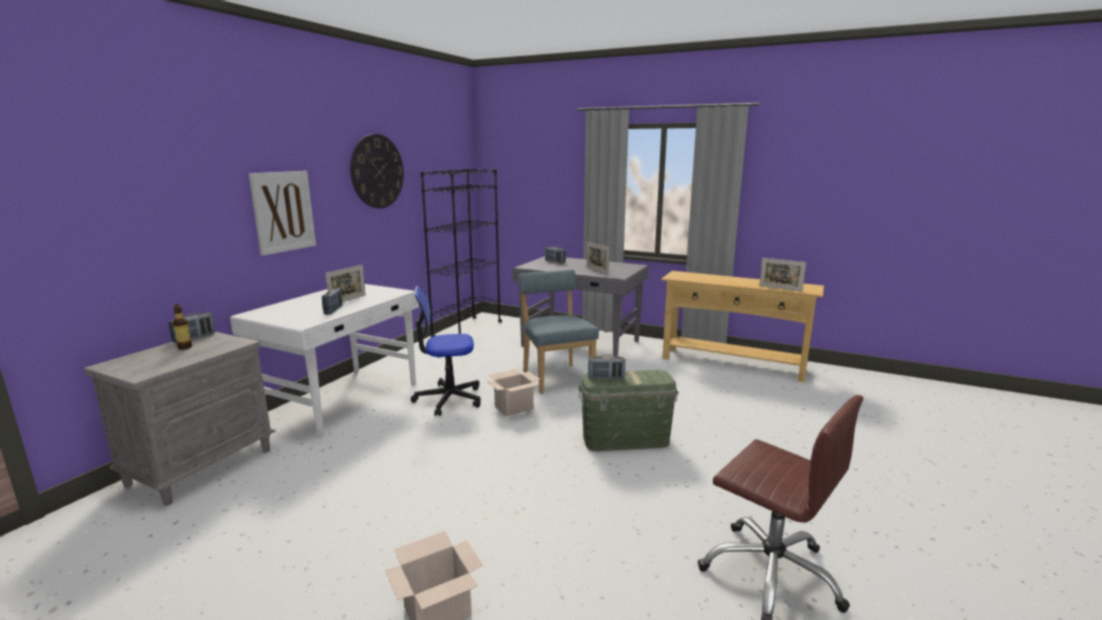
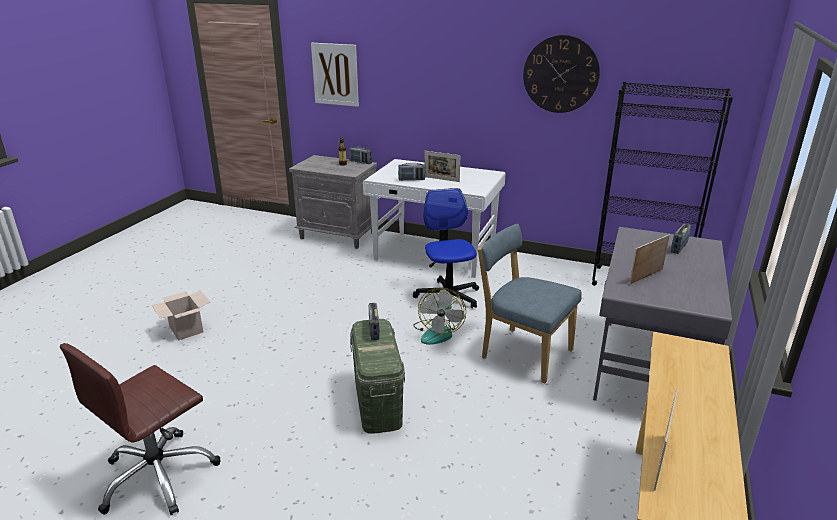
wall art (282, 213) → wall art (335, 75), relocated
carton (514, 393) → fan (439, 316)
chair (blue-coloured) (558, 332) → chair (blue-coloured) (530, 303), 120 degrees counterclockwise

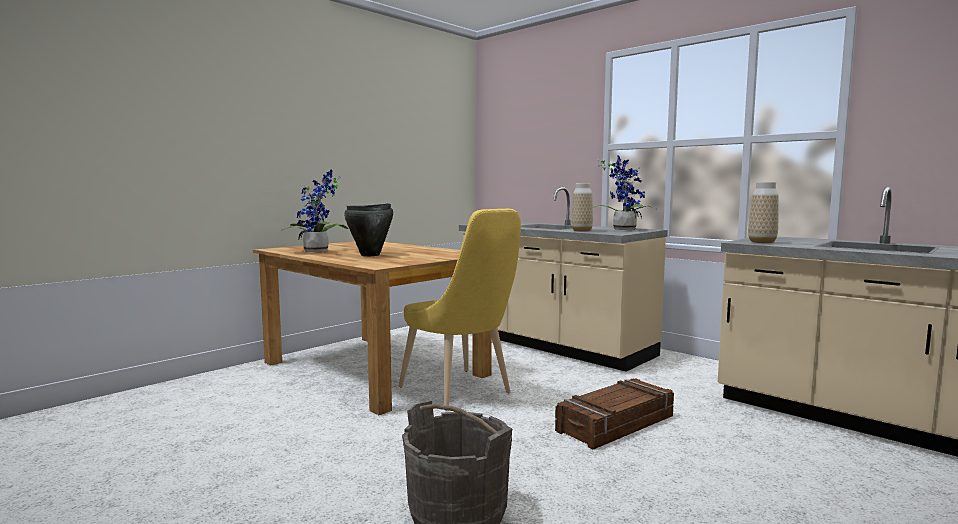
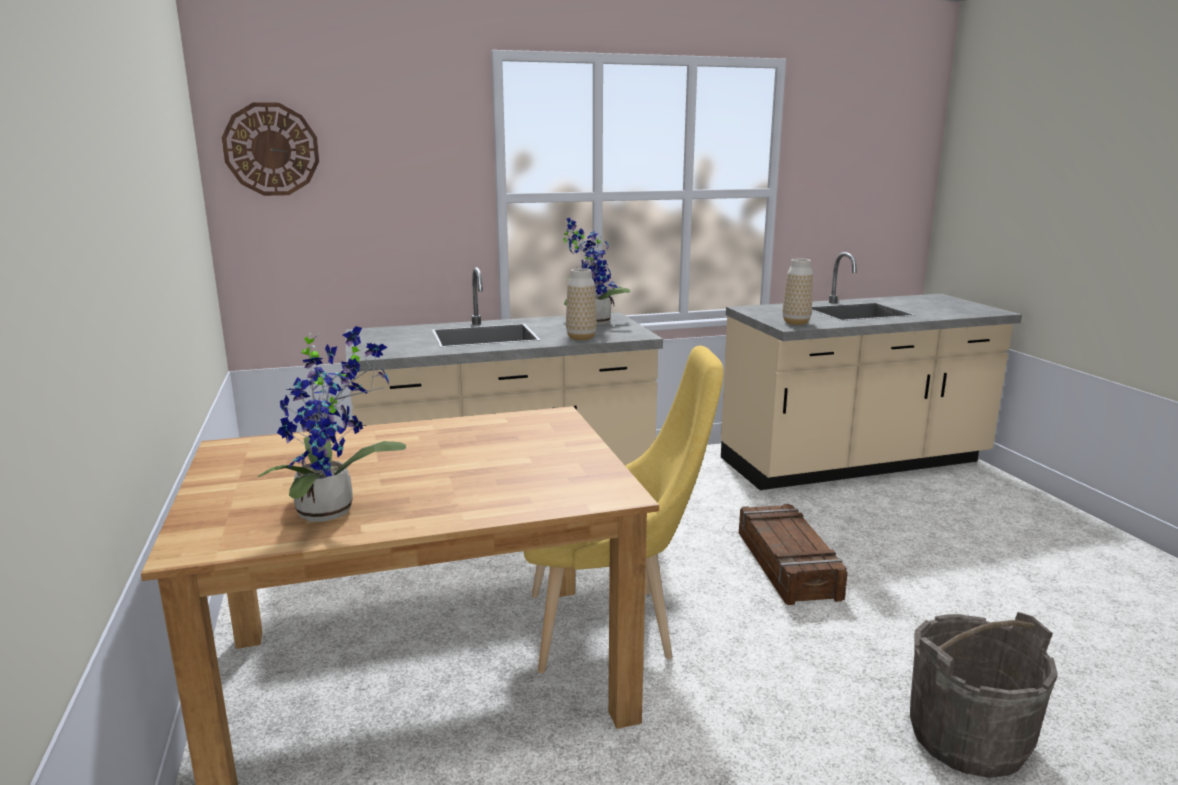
cooking pot (black) (368, 229) → -
- → clock on the wall (270, 149)

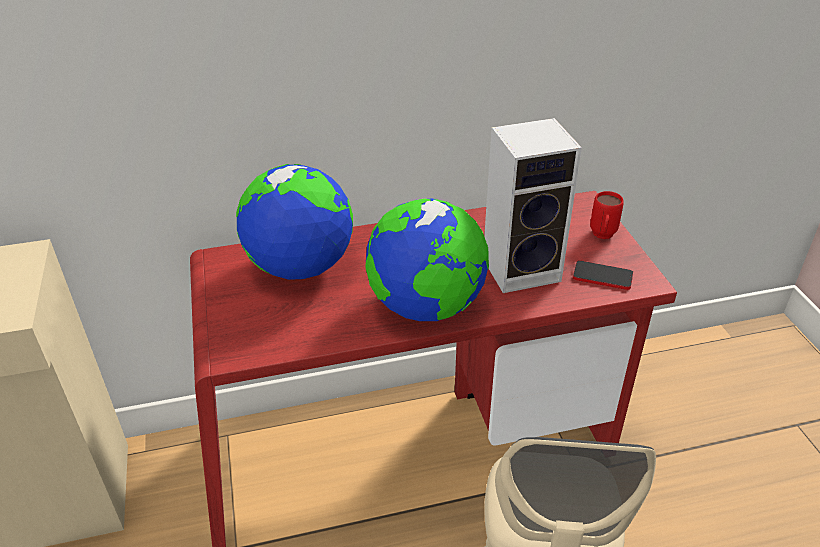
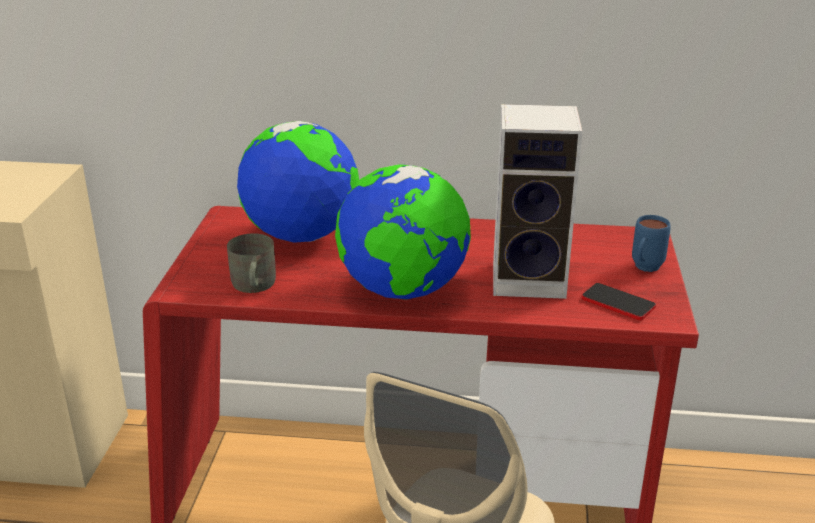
coffee mug (reddish) (607, 215) → coffee mug (blue-coloured) (651, 243)
- → coffee mug (gray) (251, 263)

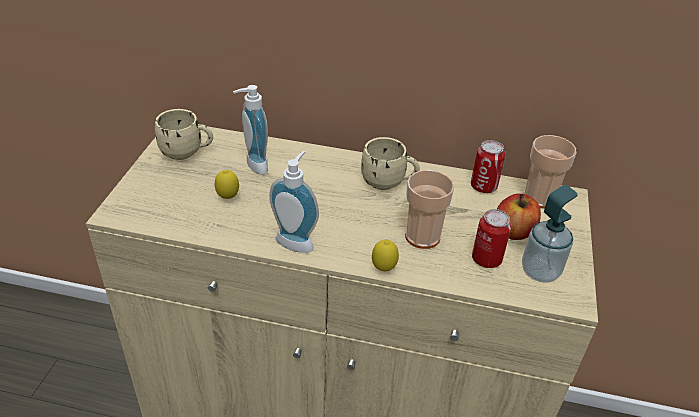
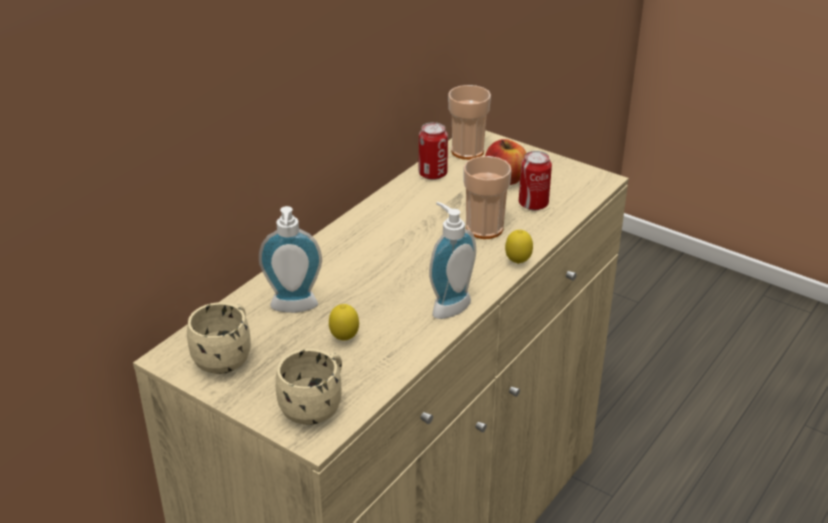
coffee mug (beige) (390, 163) → coffee mug (beige) (309, 387), relocated
liquid soap bottle (550, 234) → -

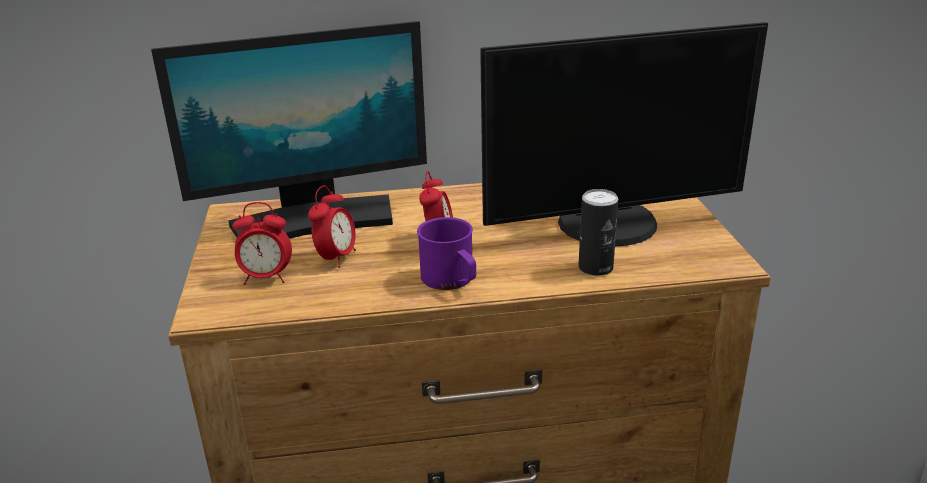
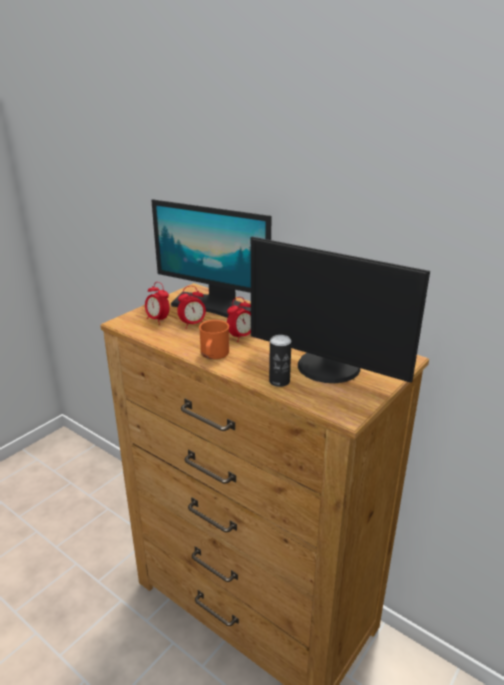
coffee mug (purplish) (446, 253) → coffee mug (orangey) (214, 339)

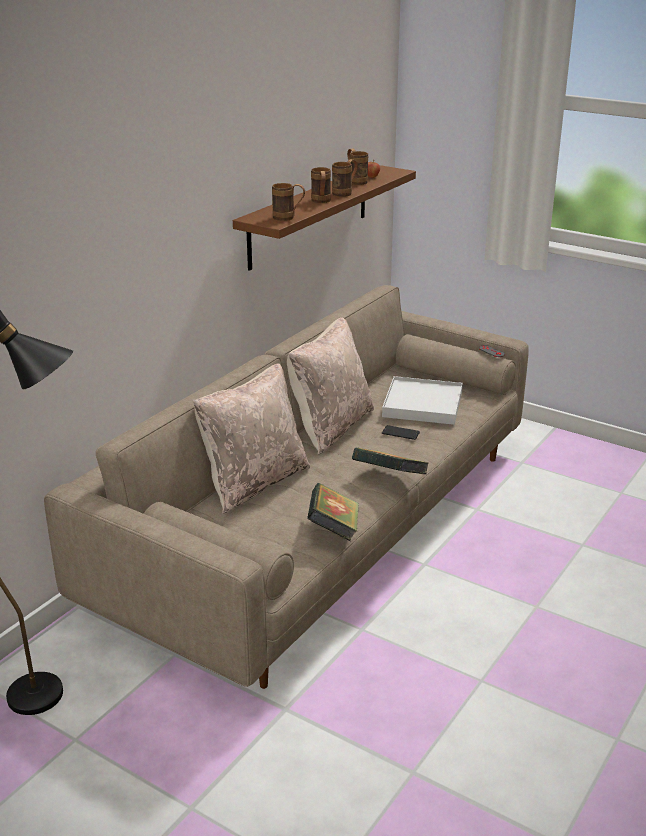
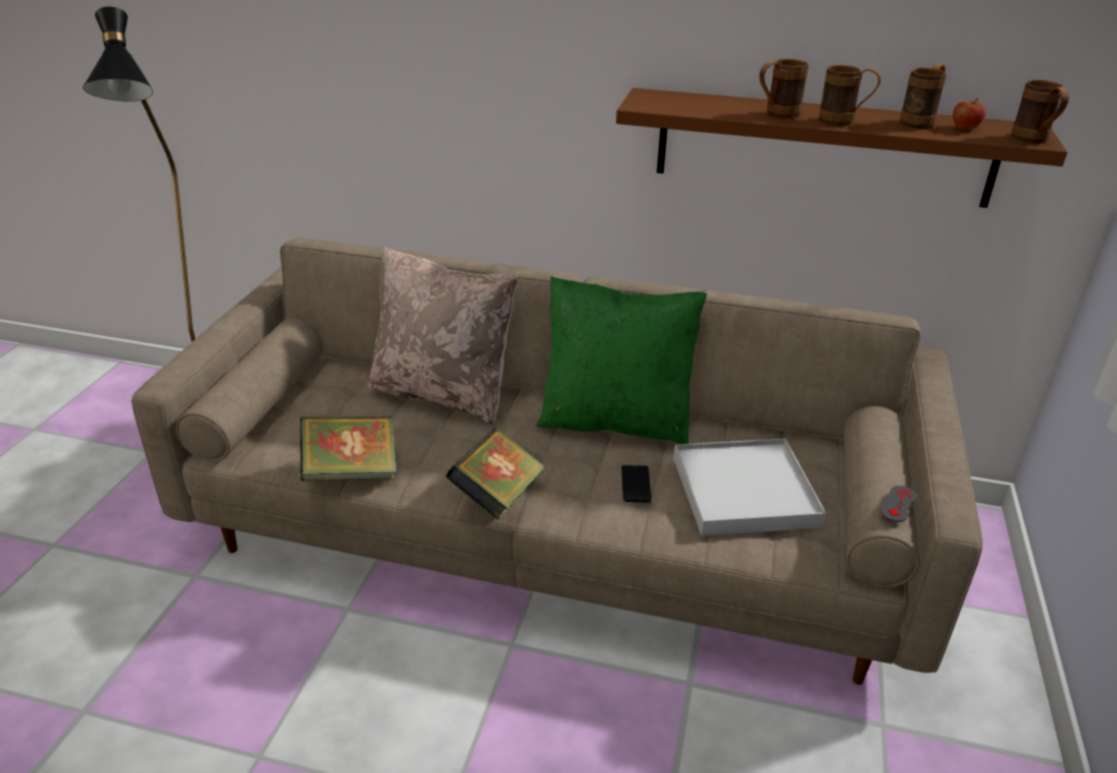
coffee mug (brownish) (288, 202) → coffee mug (brownish) (1040, 112), relocated
cushion (beige) (330, 386) → cushion (green-coloured) (621, 360)

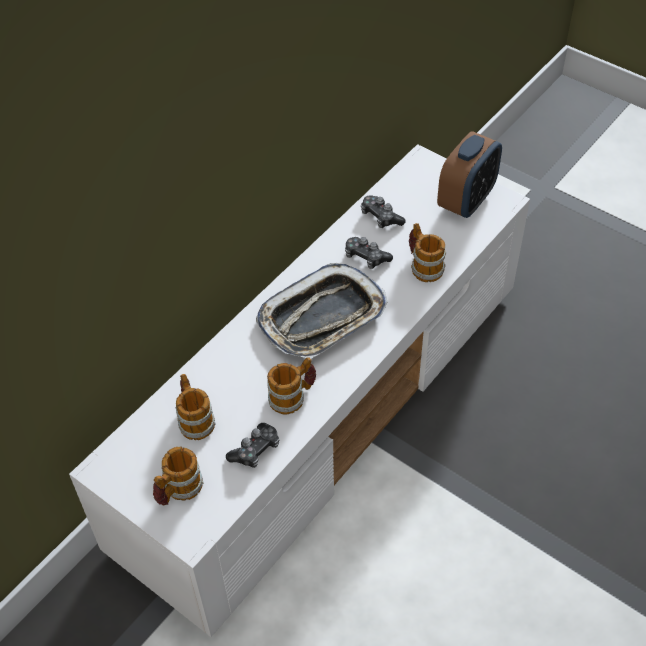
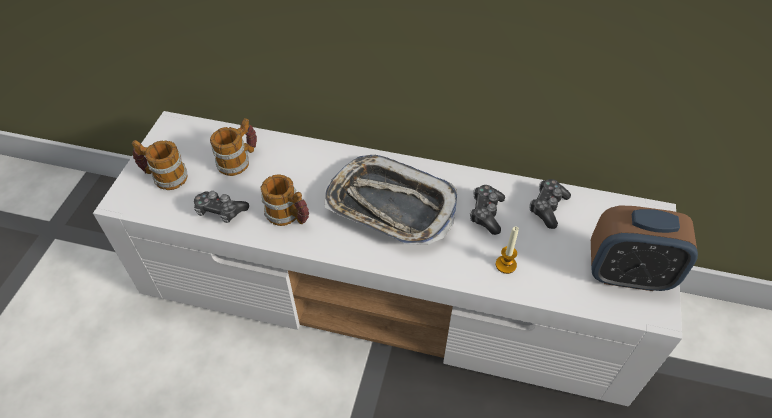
coffee mug (427, 252) → candle (507, 250)

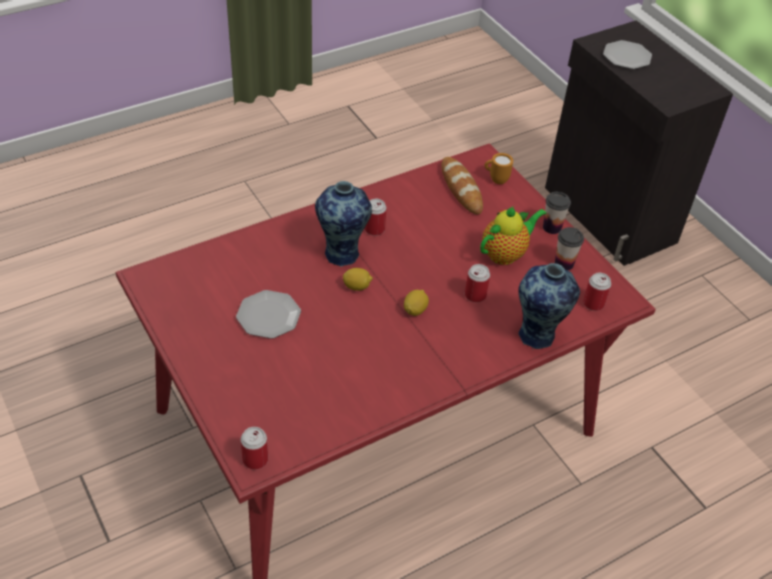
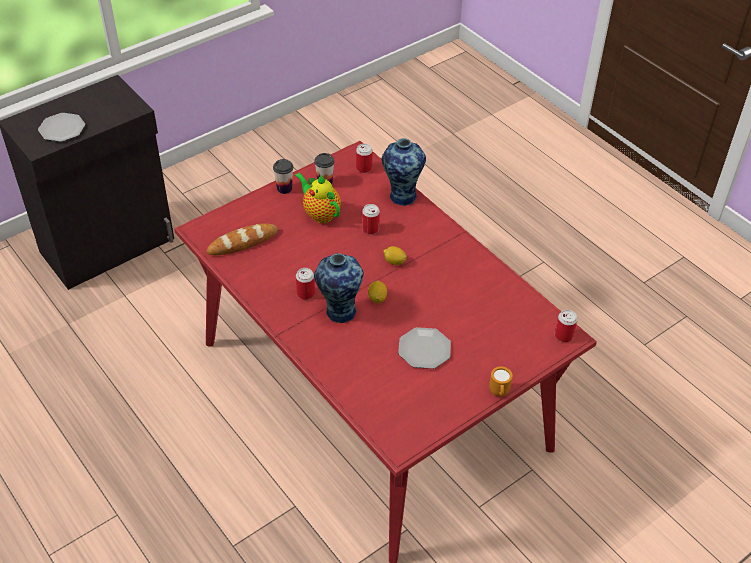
coffee mug (orangey) (499, 168) → coffee mug (orangey) (501, 381), relocated

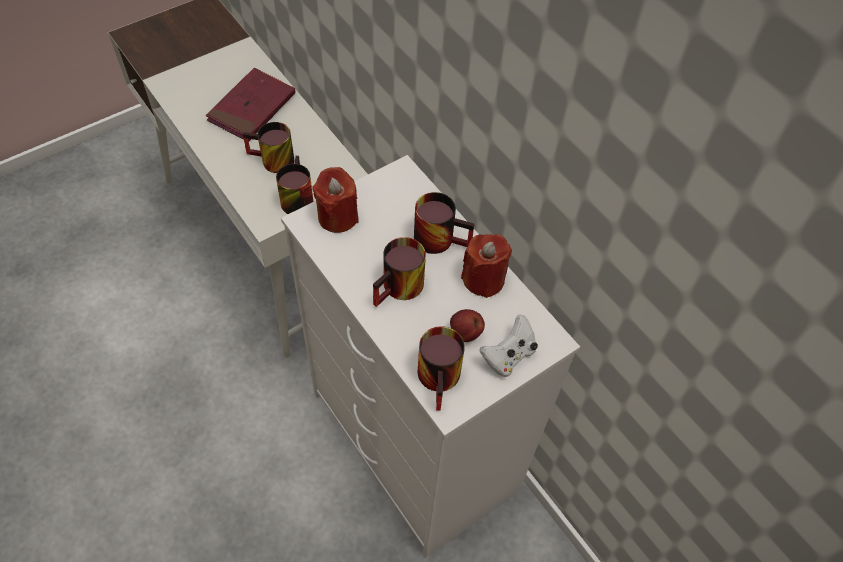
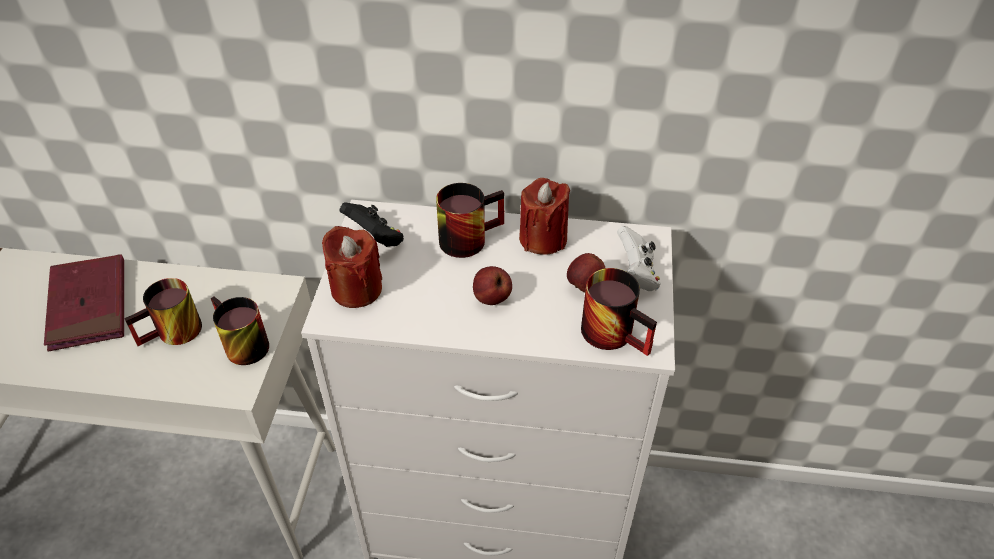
coffee mug (399, 272) → whole apple (492, 285)
- → gamepad (black) (371, 225)

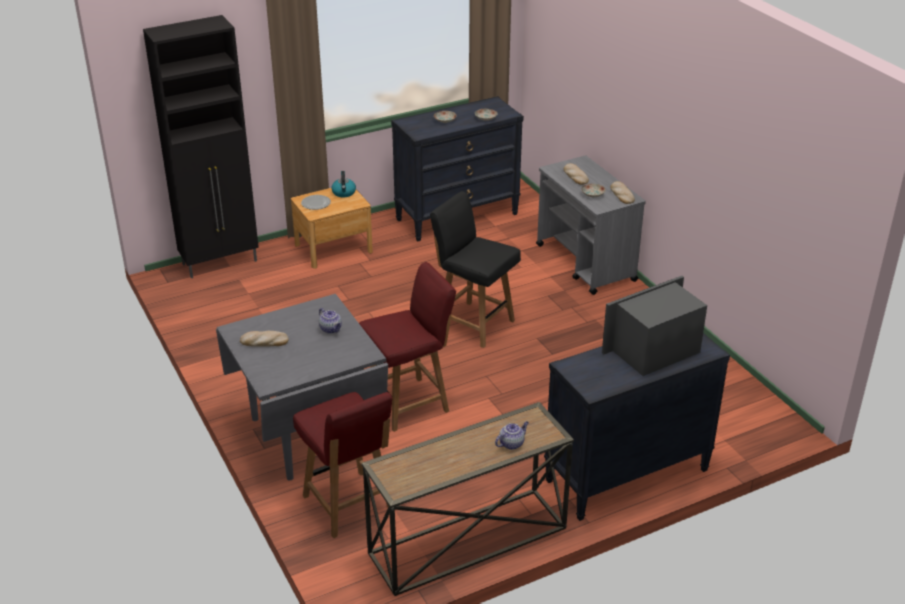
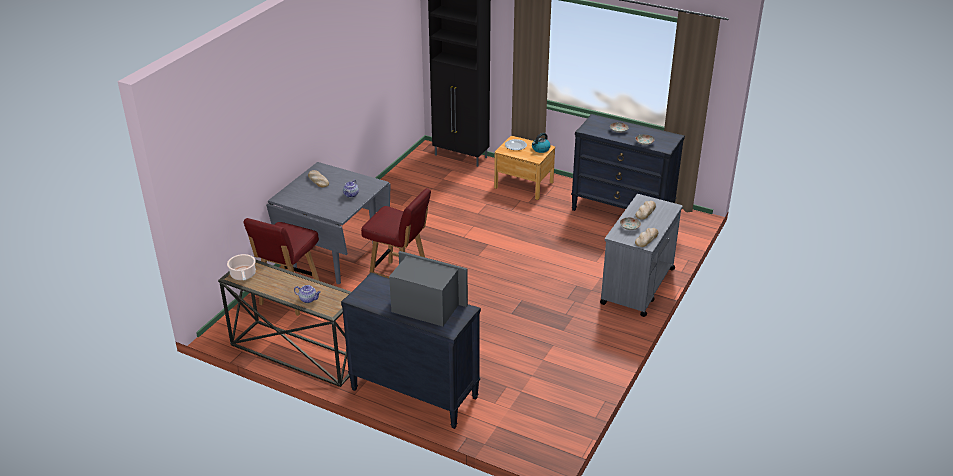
chair (black) (475, 269) → -
- → cooking pot (241, 267)

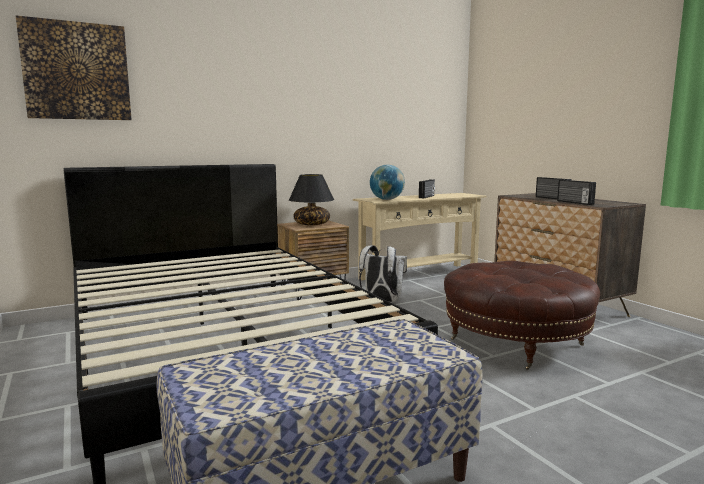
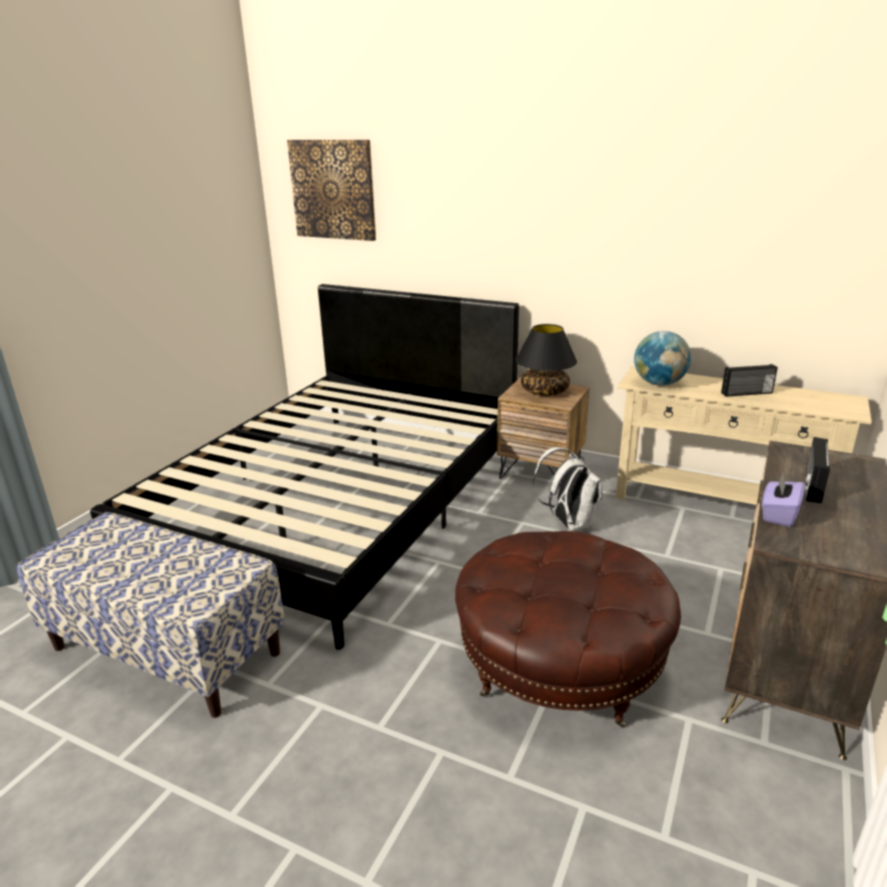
radio (576, 192) → box of tissues (purplish) (783, 500)

